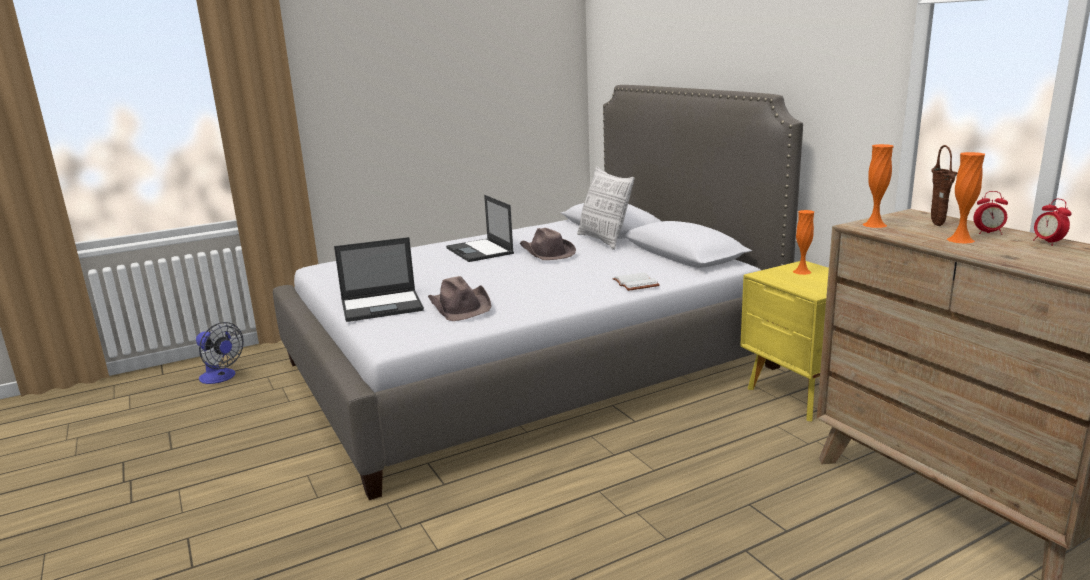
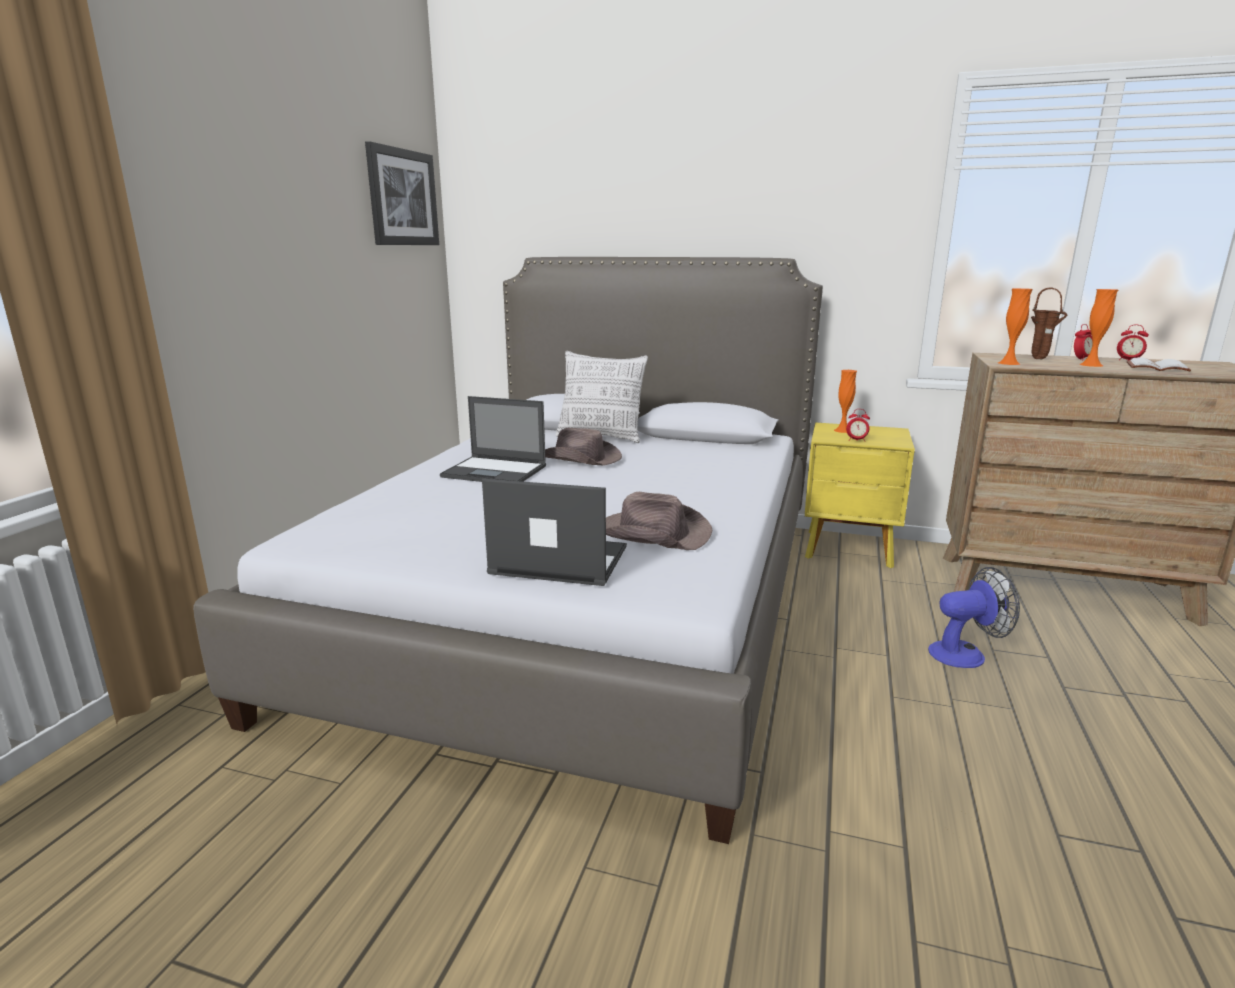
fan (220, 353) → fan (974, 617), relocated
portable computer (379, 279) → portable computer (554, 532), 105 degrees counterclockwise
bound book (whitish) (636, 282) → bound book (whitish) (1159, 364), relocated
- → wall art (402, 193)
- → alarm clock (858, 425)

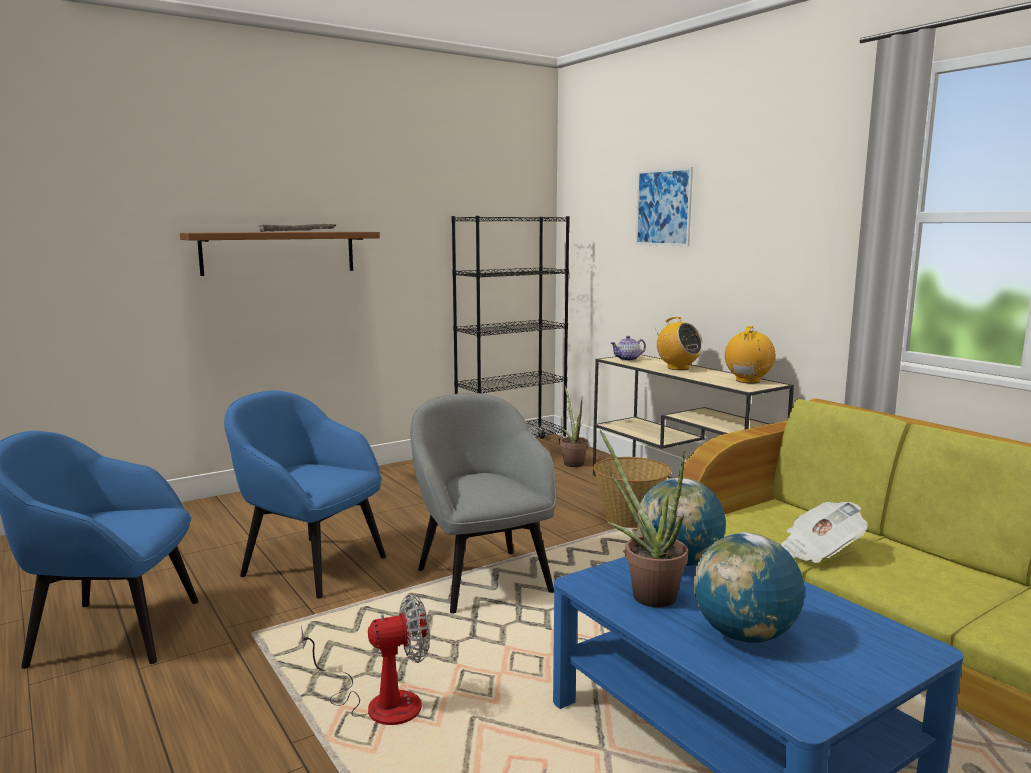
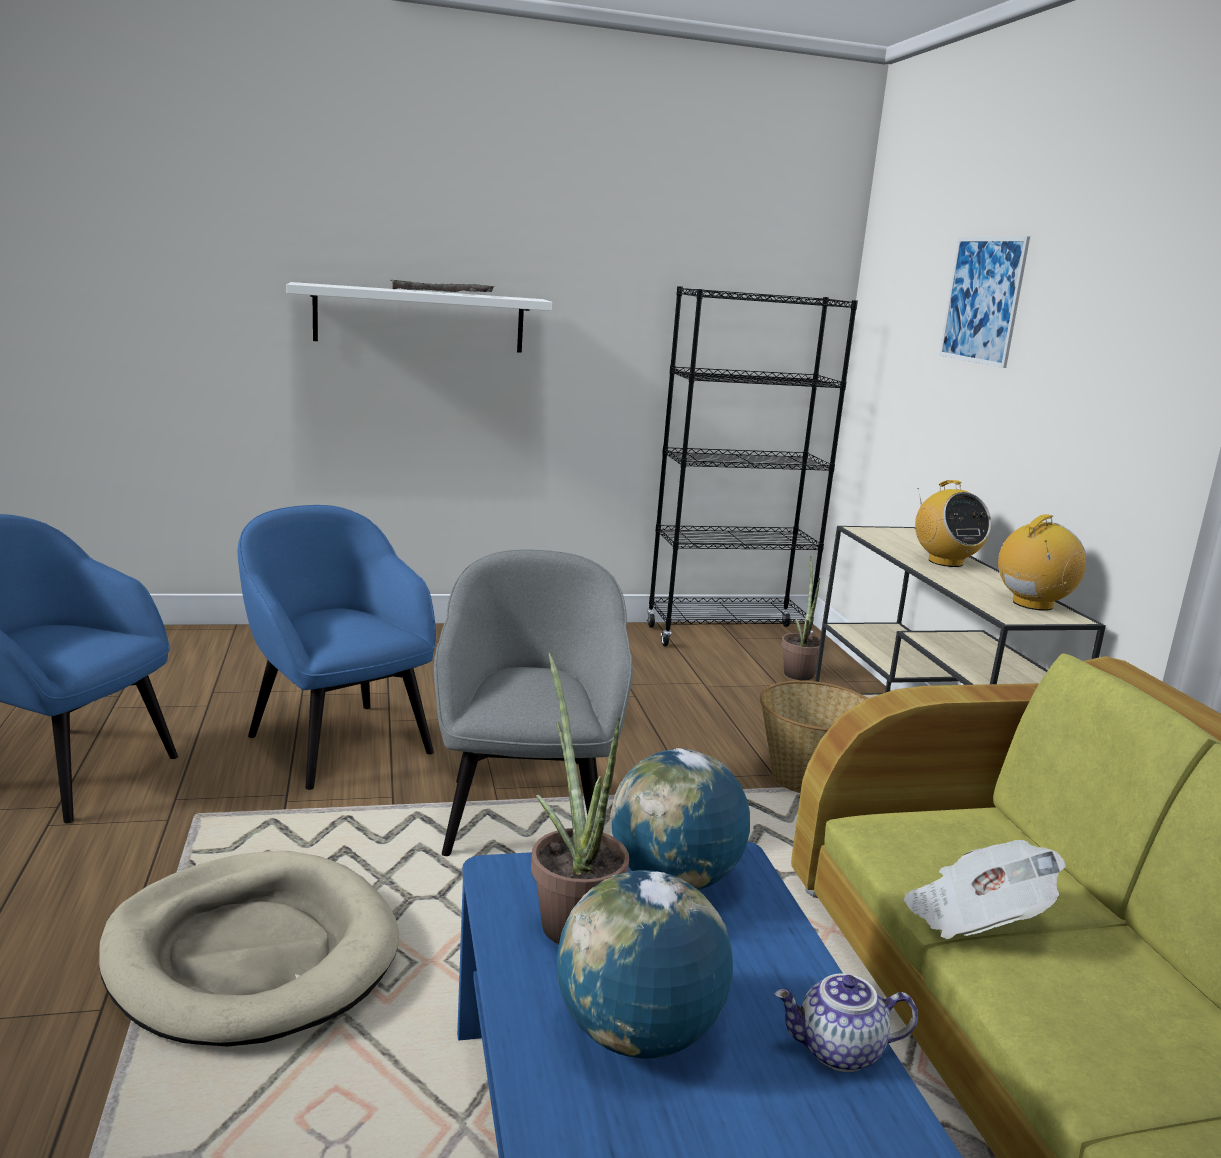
wall shelf (brownish) (280, 254) → wall shelf (whitish) (419, 317)
fan (365, 659) → dog bed (beige) (249, 948)
tea pot (628, 348) → tea pot (846, 1023), relocated

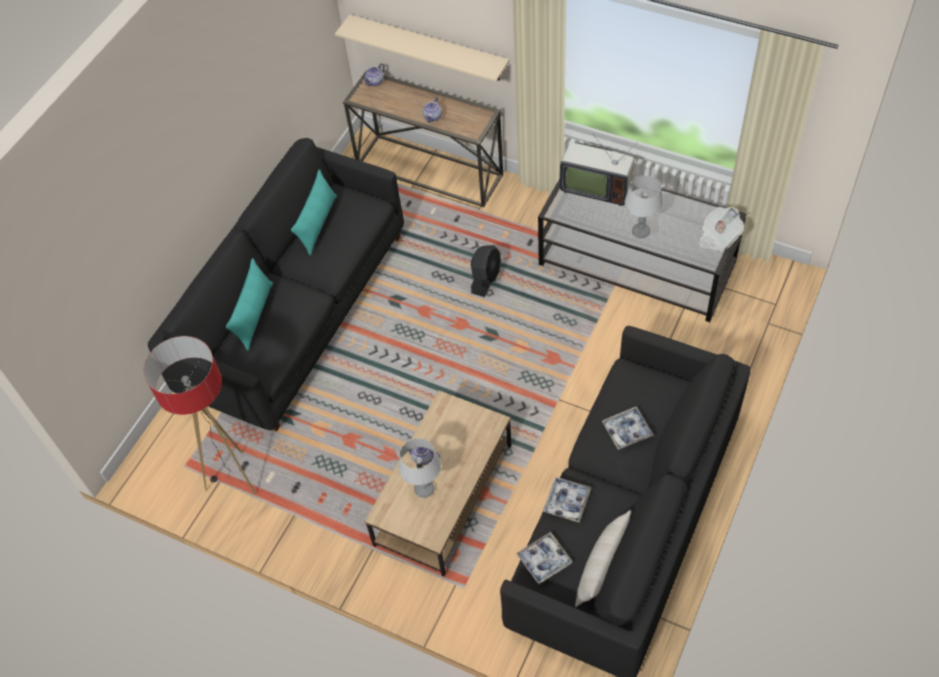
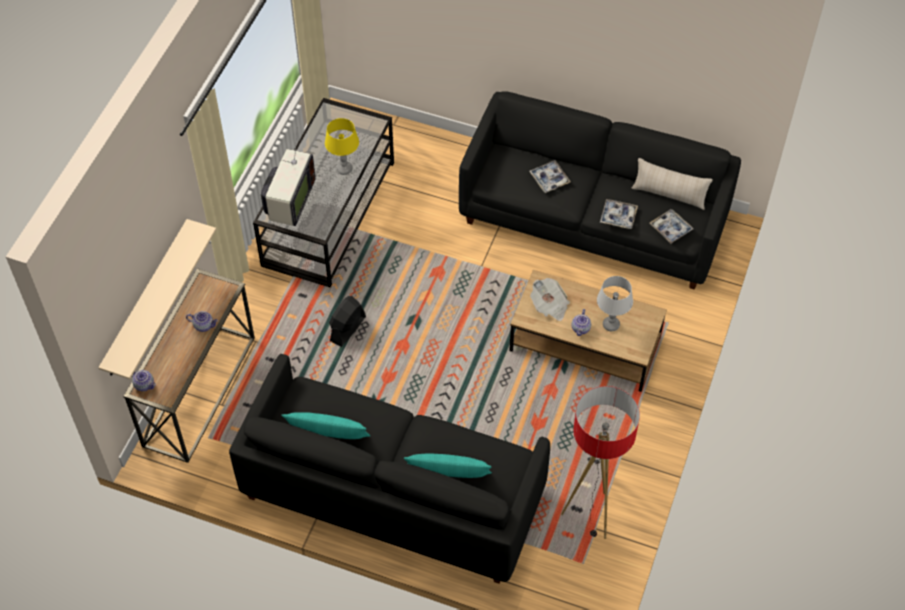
fan (black) (486, 271) → fan (black) (347, 321), 75 degrees counterclockwise
tabletop lamp (gray) (644, 206) → tabletop lamp (yellow-coloured) (342, 146)
printed paper (721, 229) → printed paper (550, 299), relocated

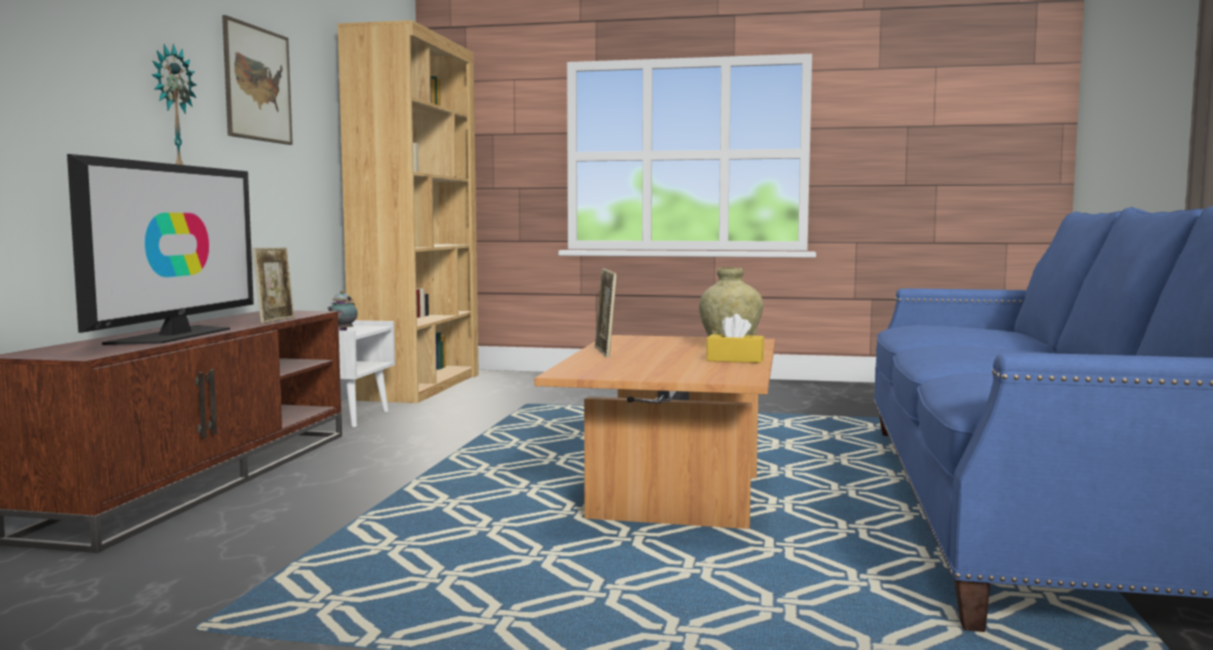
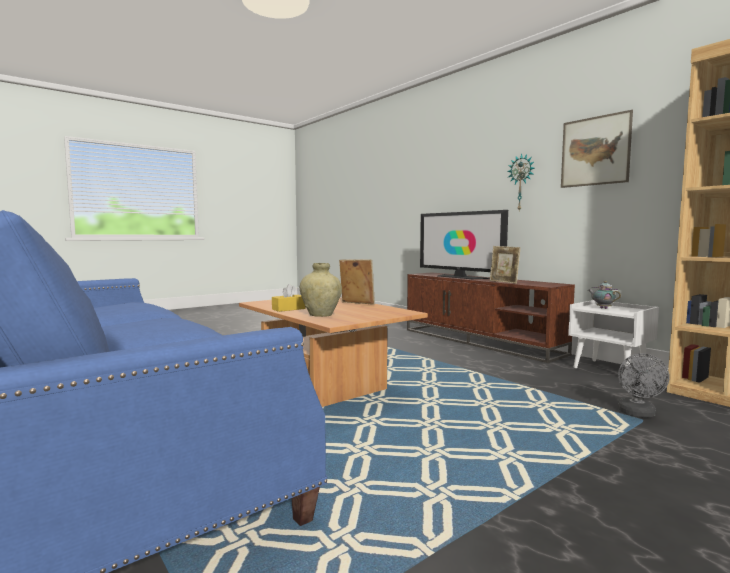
- → fan (gray) (644, 385)

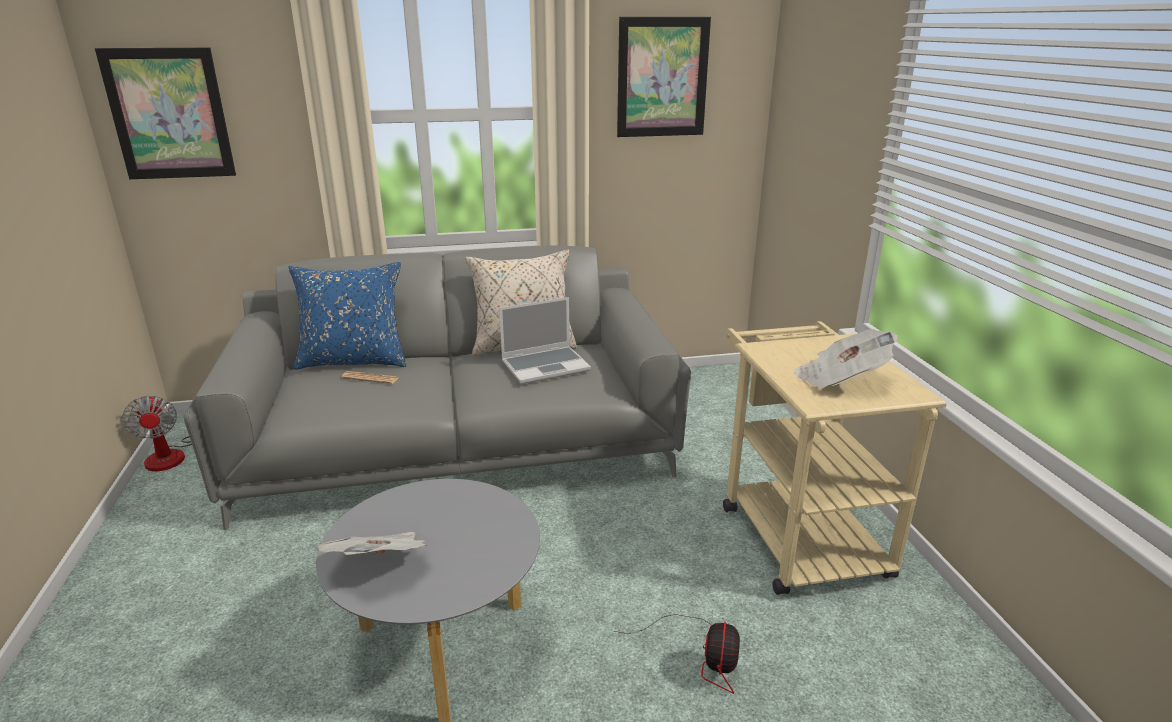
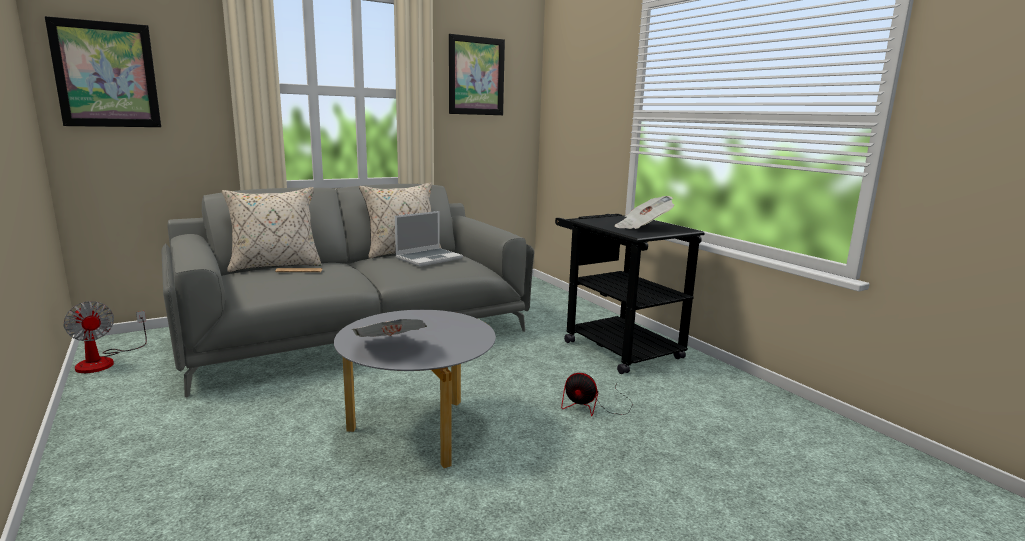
cushion (blue-coloured) (347, 316) → cushion (beige) (272, 229)
fan (677, 654) → fan (597, 394), 120 degrees clockwise
cart (beige) (835, 458) → cart (black) (630, 294)

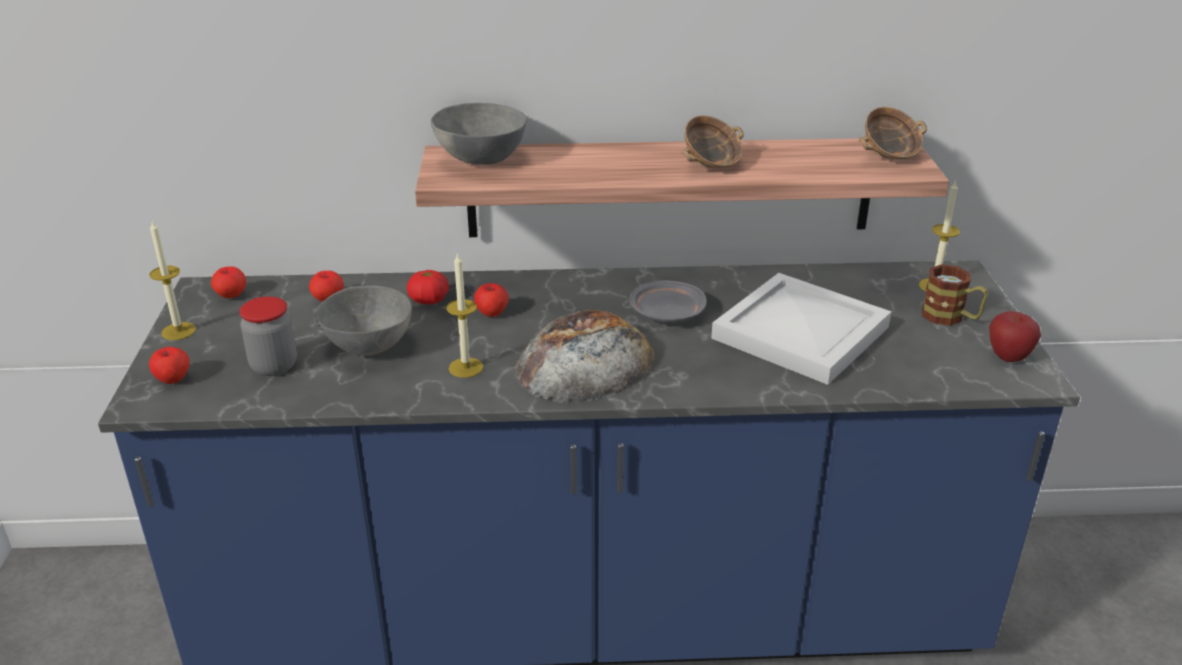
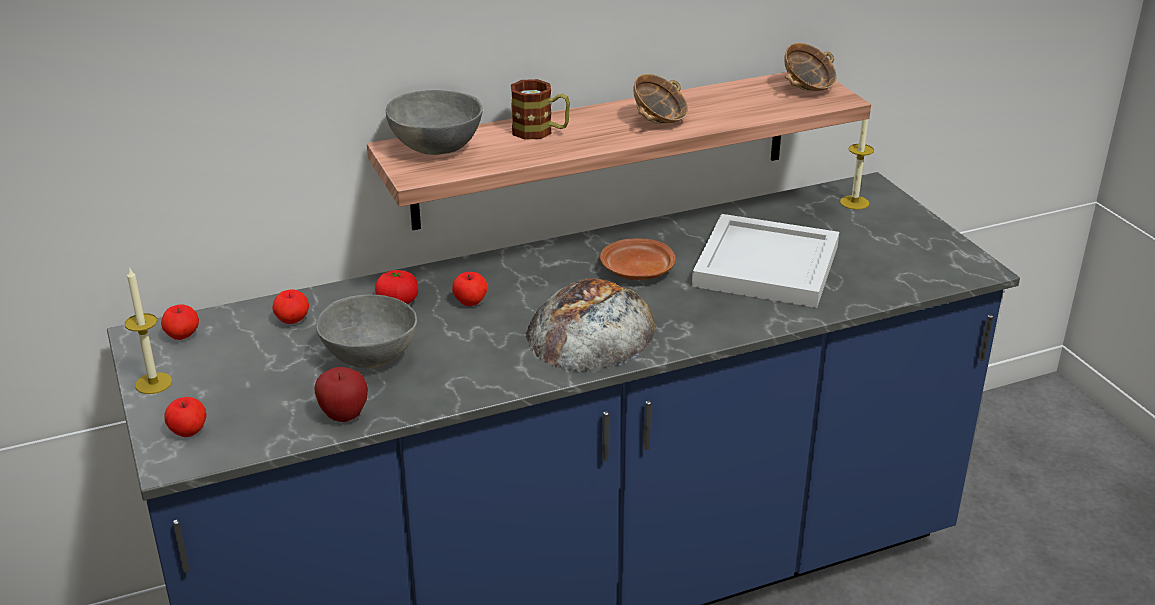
preserve jar (268, 336) → -
candle (464, 315) → -
plate (gray) (668, 301) → plate (brownish) (637, 259)
coffee mug (955, 295) → coffee mug (540, 109), relocated
whole apple (1015, 336) → whole apple (341, 394), relocated

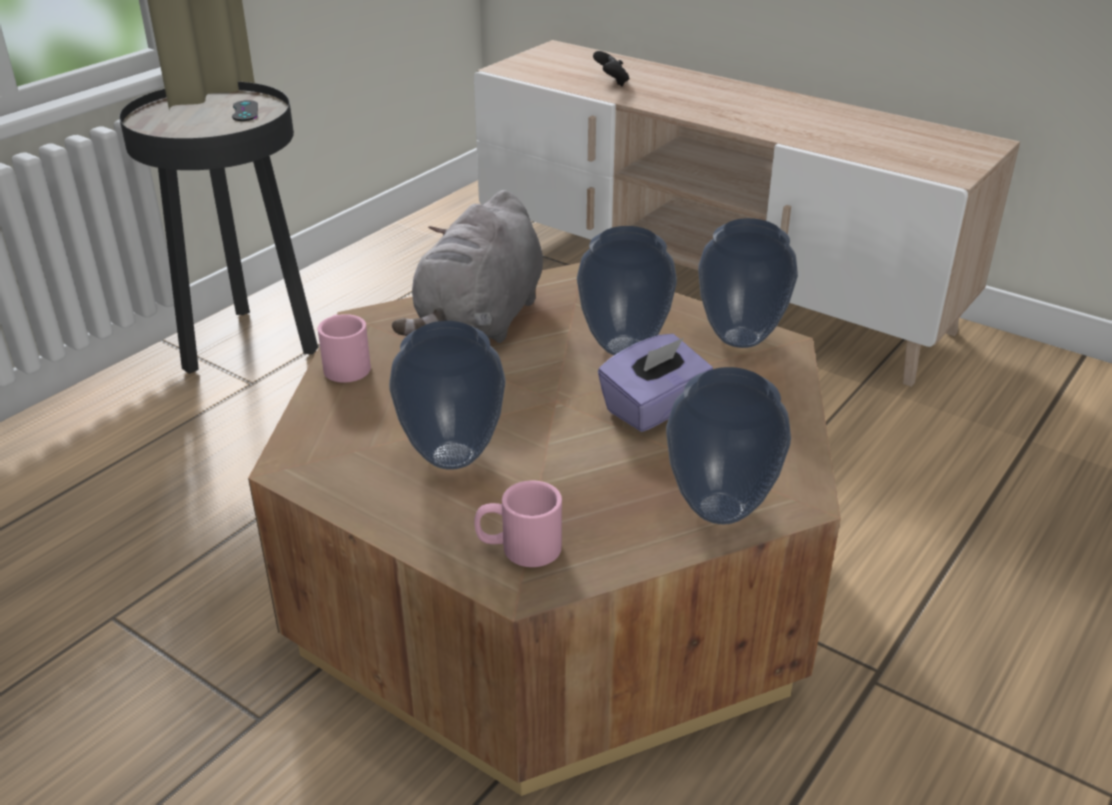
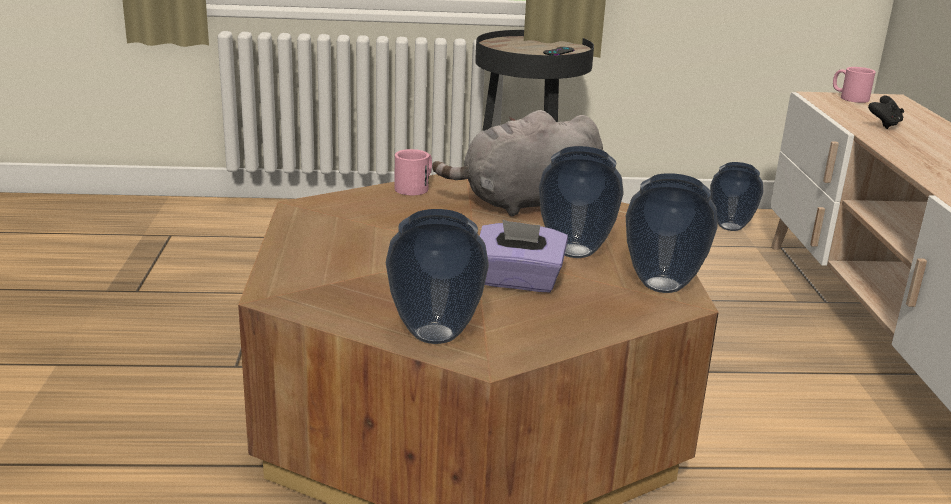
flower vase (447, 395) → flower vase (736, 196), relocated
coffee mug (pink-coloured) (518, 524) → coffee mug (pink-coloured) (854, 85), relocated

